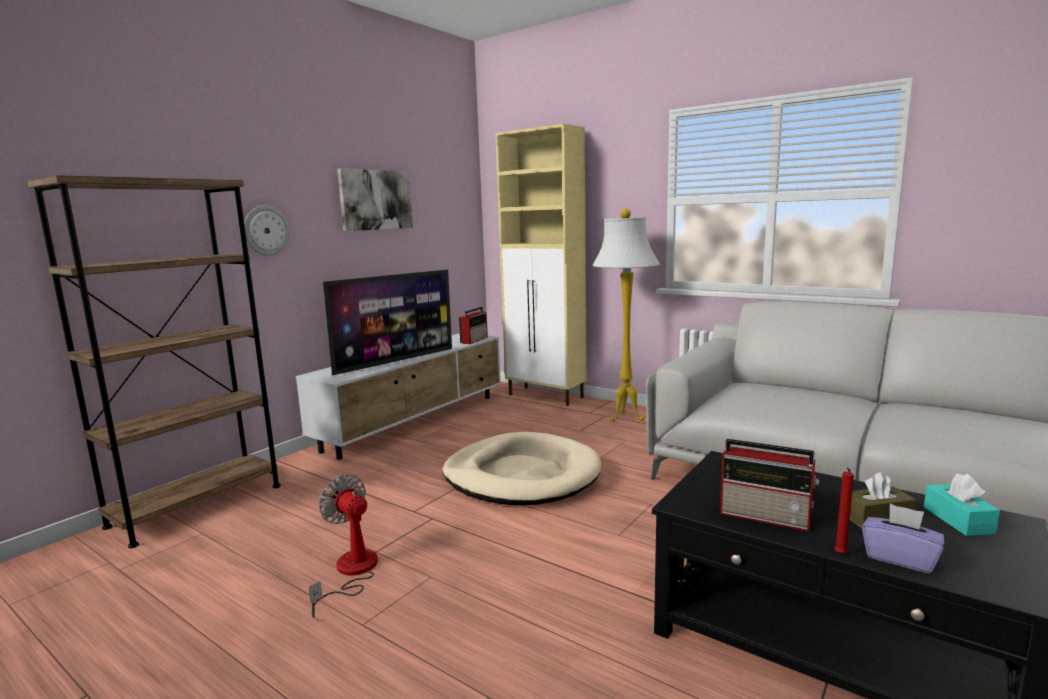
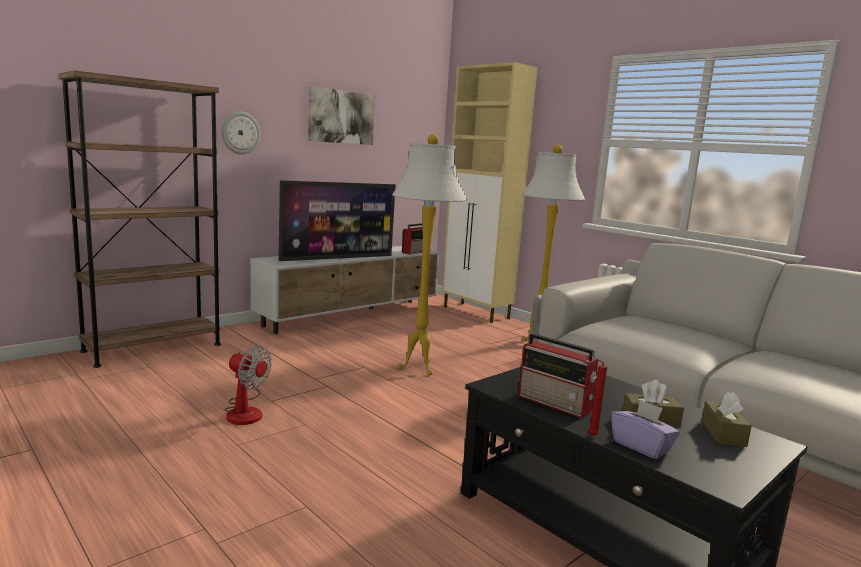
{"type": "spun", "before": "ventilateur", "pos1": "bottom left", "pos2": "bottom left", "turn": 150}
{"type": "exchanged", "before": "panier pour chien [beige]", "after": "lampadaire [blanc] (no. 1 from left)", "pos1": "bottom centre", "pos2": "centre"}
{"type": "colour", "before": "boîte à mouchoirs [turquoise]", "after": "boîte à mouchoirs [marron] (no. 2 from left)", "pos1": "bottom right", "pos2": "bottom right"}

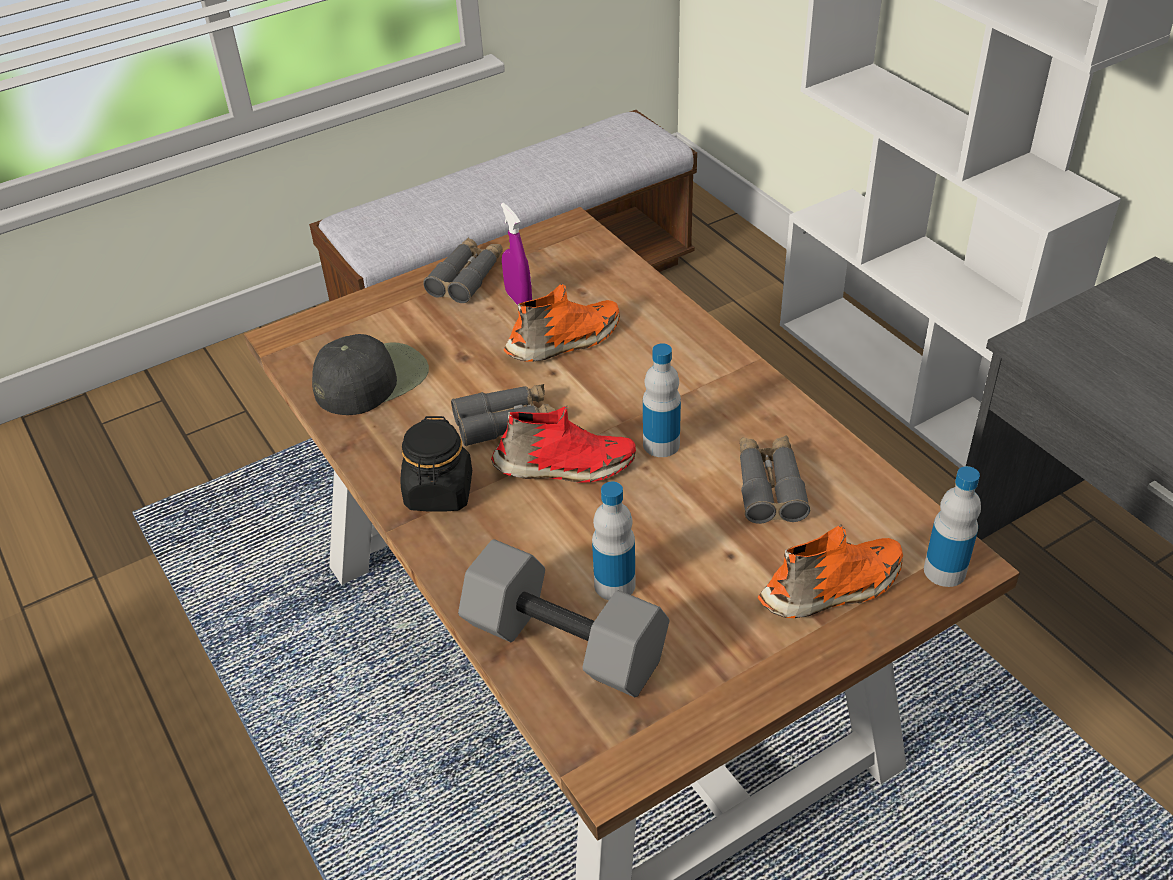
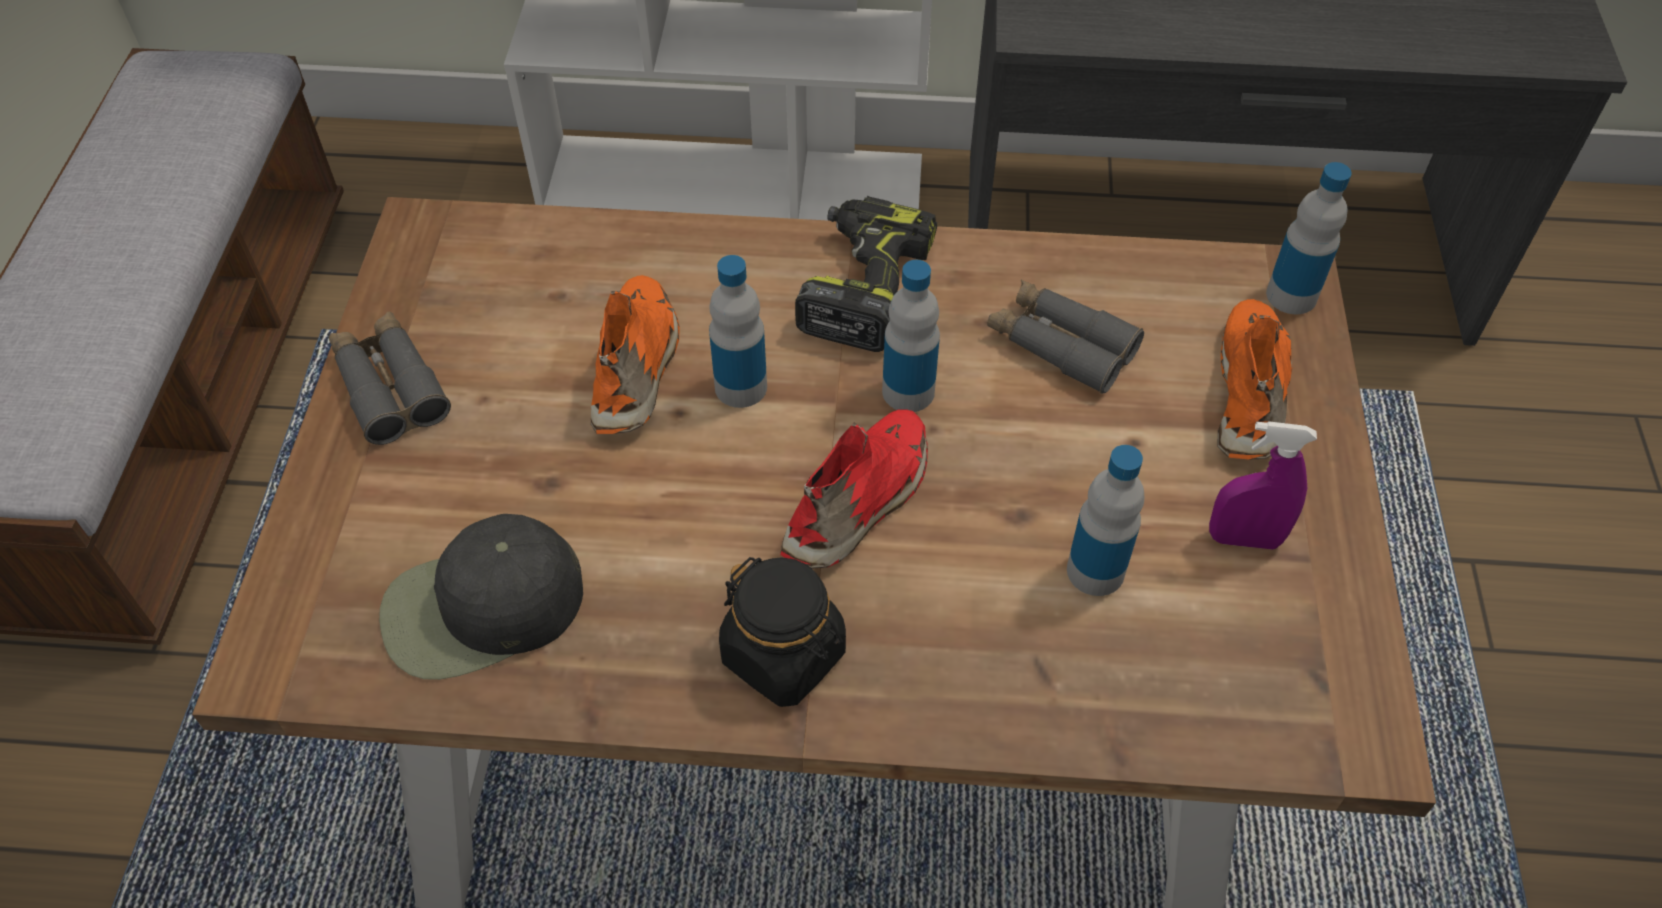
{"type": "spun", "before": "casquette [noir]", "pos1": "middle left", "pos2": "middle left", "turn": -105}
{"type": "missing", "before": "jumelles [gris] (no. 2 from left)", "pos1": "centre"}
{"type": "missing", "before": "haltère [gris]", "pos1": "bottom centre"}
{"type": "relocated", "before": "vaporisateur [violet]", "pos1": "top centre", "pos2": "middle right"}
{"type": "appeared", "after": "bouteille (no. 1 from left)", "pos2": "centre"}
{"type": "appeared", "after": "perceuse", "pos2": "top centre"}

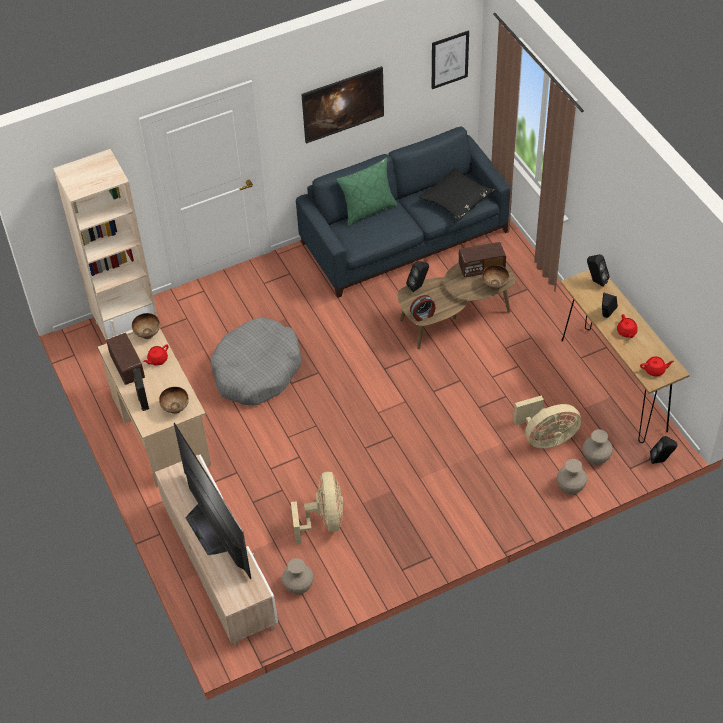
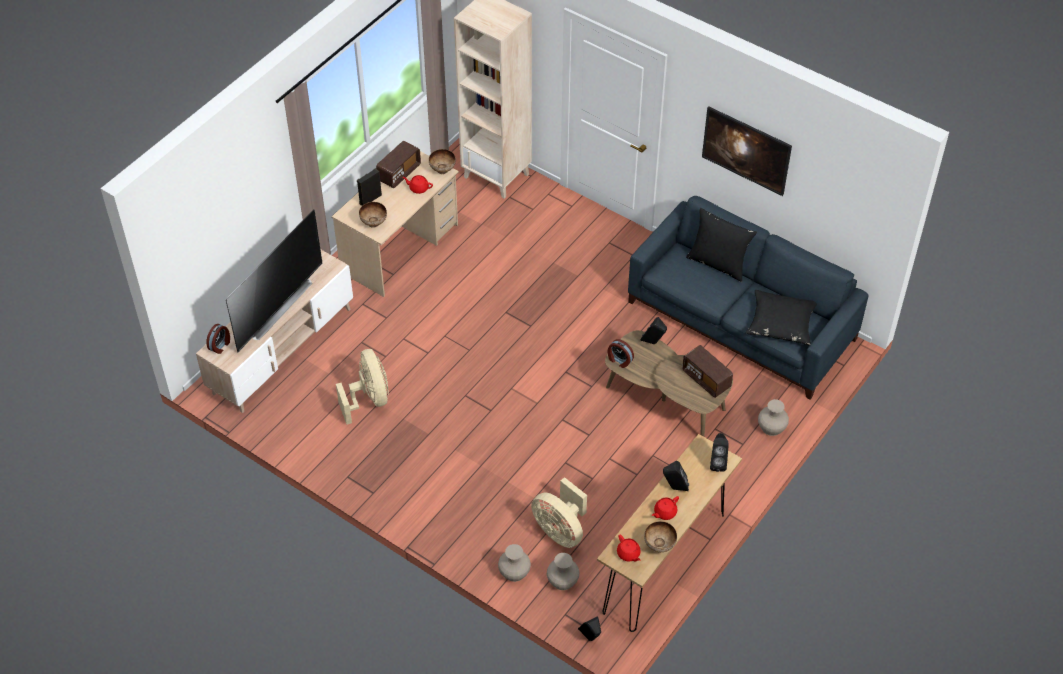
{"type": "missing", "before": "panier pour chien [gris]", "pos1": "centre"}
{"type": "relocated", "before": "vase [beige] (no. 1 from left in the first image)", "after": "vase [beige] (no. 3 from left)", "pos1": "bottom centre", "pos2": "middle right"}
{"type": "spun", "before": "ventilateur [beige] (no. 1 from left)", "pos1": "bottom centre", "pos2": "centre", "turn": -75}
{"type": "colour", "before": "coussin [vert]", "after": "coussin [noir] (no. 1 from left)", "pos1": "top centre", "pos2": "middle right"}
{"type": "missing", "before": "tableau (no. 2 from left)", "pos1": "top centre"}
{"type": "relocated", "before": "bol (no. 3 from left)", "pos1": "middle right", "pos2": "bottom centre"}
{"type": "appeared", "after": "réveil (no. 1 from left)", "pos2": "middle left"}

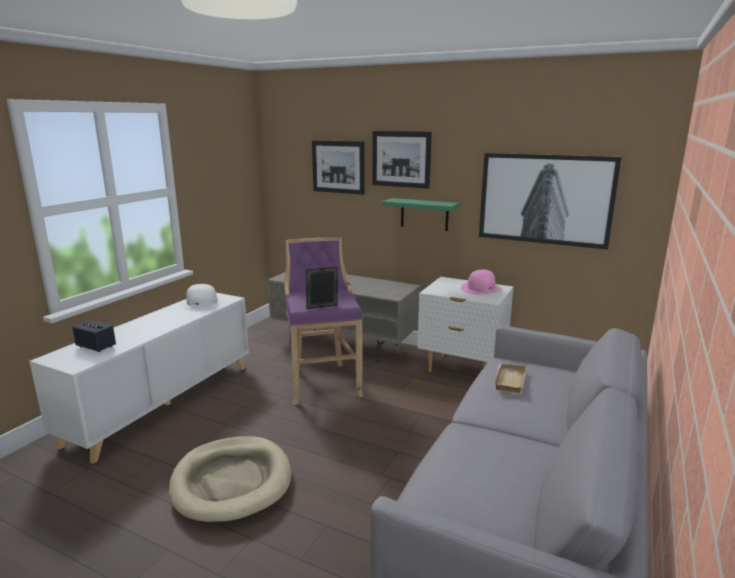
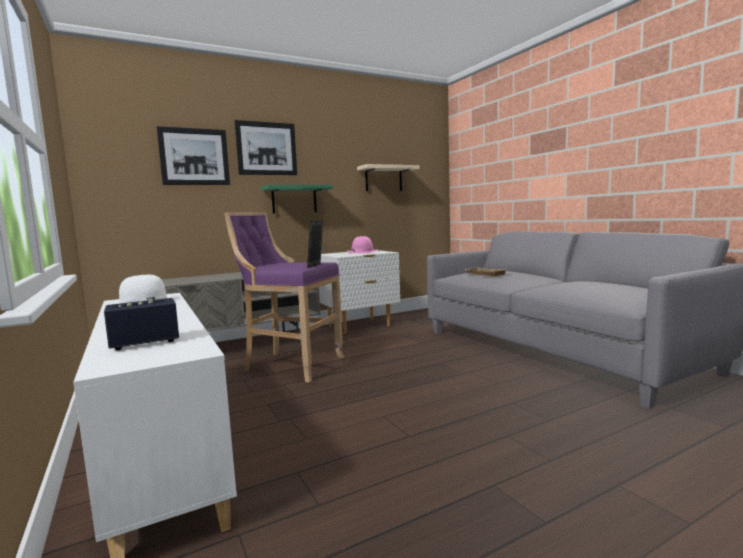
{"type": "missing", "before": "panier pour chien [beige]", "pos1": "bottom left"}
{"type": "exchanged", "before": "tableau (no. 3 from left)", "after": "étagère [beige]", "pos1": "middle right", "pos2": "top centre"}

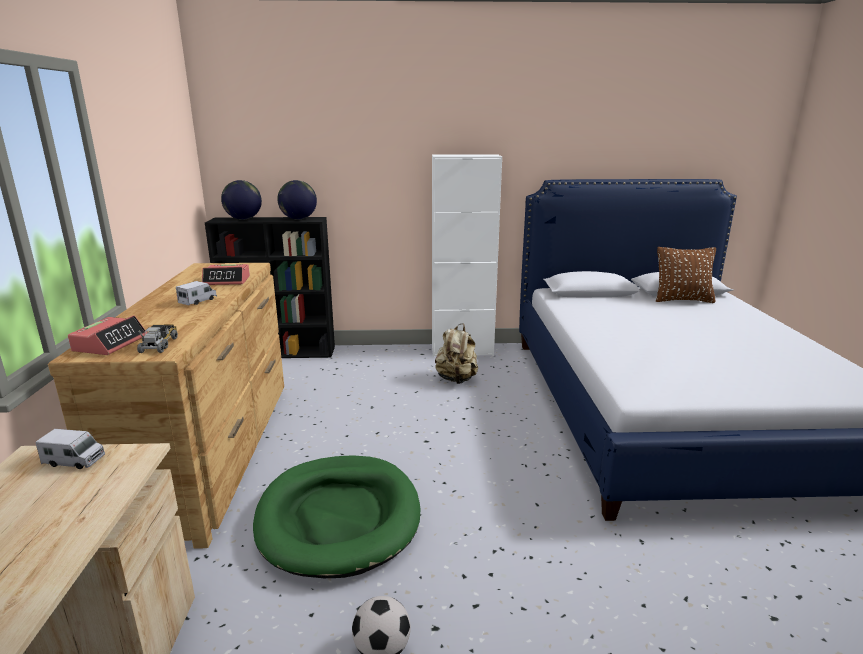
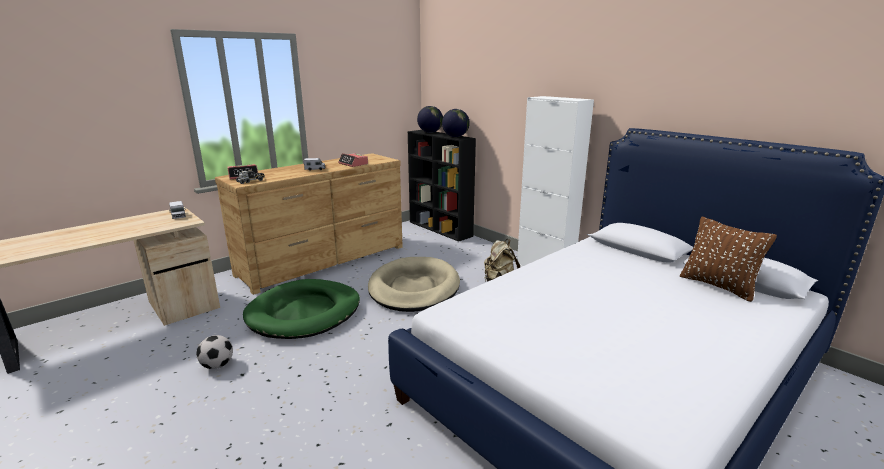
{"type": "appeared", "after": "panier pour chien [beige]", "pos2": "centre"}

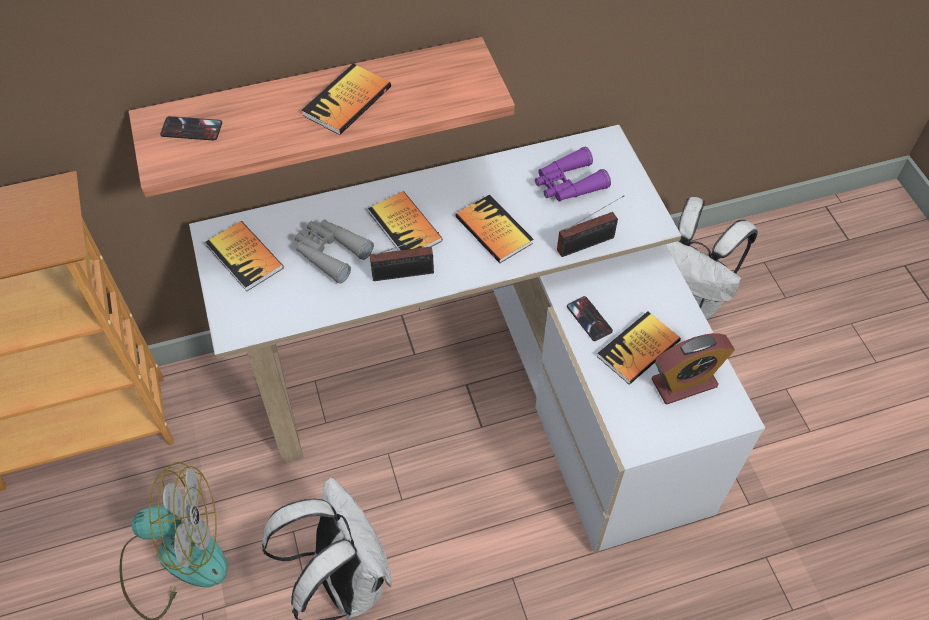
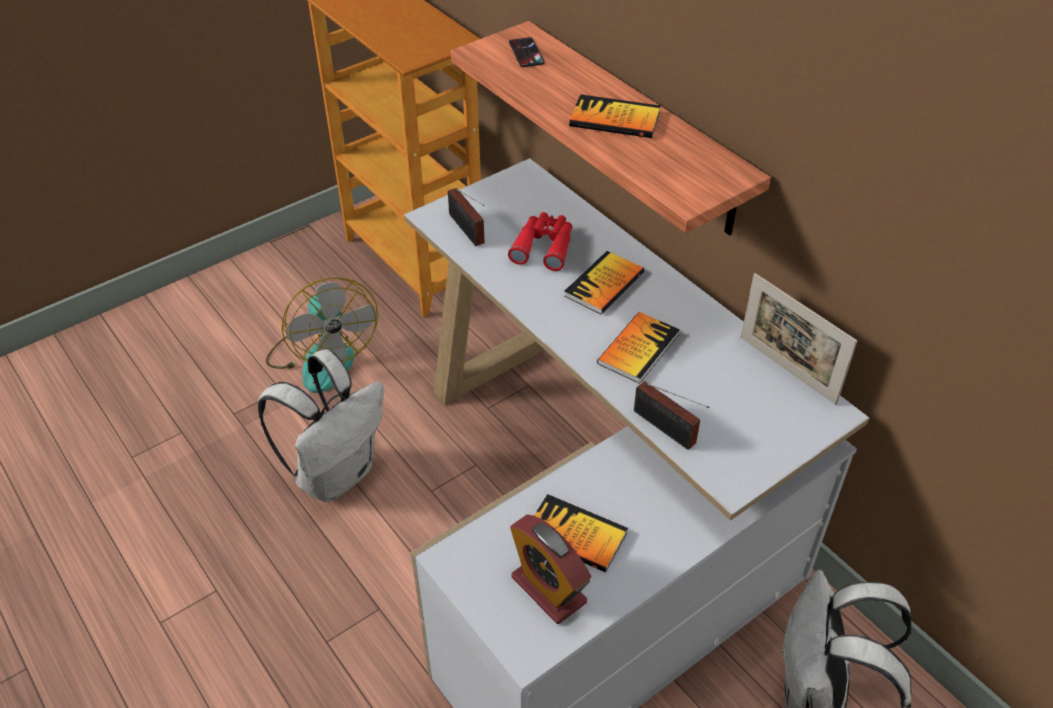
{"type": "missing", "before": "livre (no. 1 from left)", "pos1": "middle left"}
{"type": "colour", "before": "jumelles [gris]", "after": "jumelles [rouge]", "pos1": "centre", "pos2": "centre"}
{"type": "relocated", "before": "radio (no. 1 from left)", "pos1": "centre", "pos2": "top centre"}
{"type": "missing", "before": "jumelles [violet]", "pos1": "top centre"}
{"type": "missing", "before": "téléphone (no. 2 from left)", "pos1": "centre"}
{"type": "appeared", "after": "cadre photo", "pos2": "middle right"}

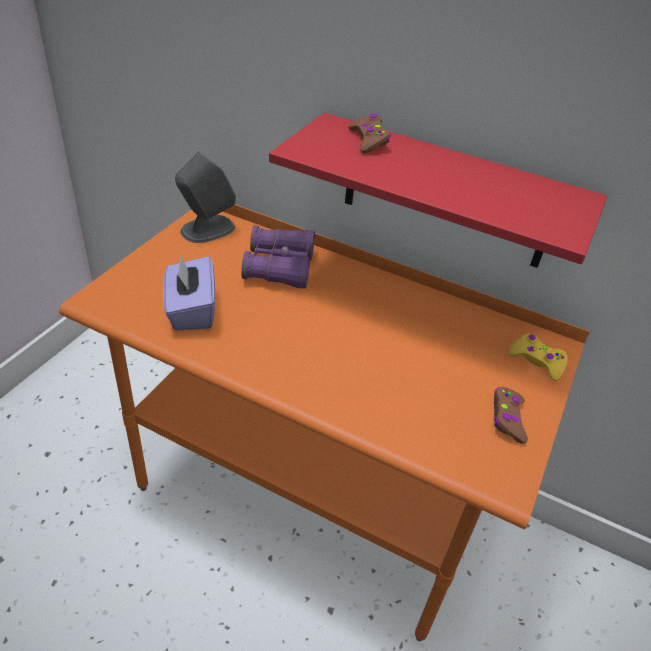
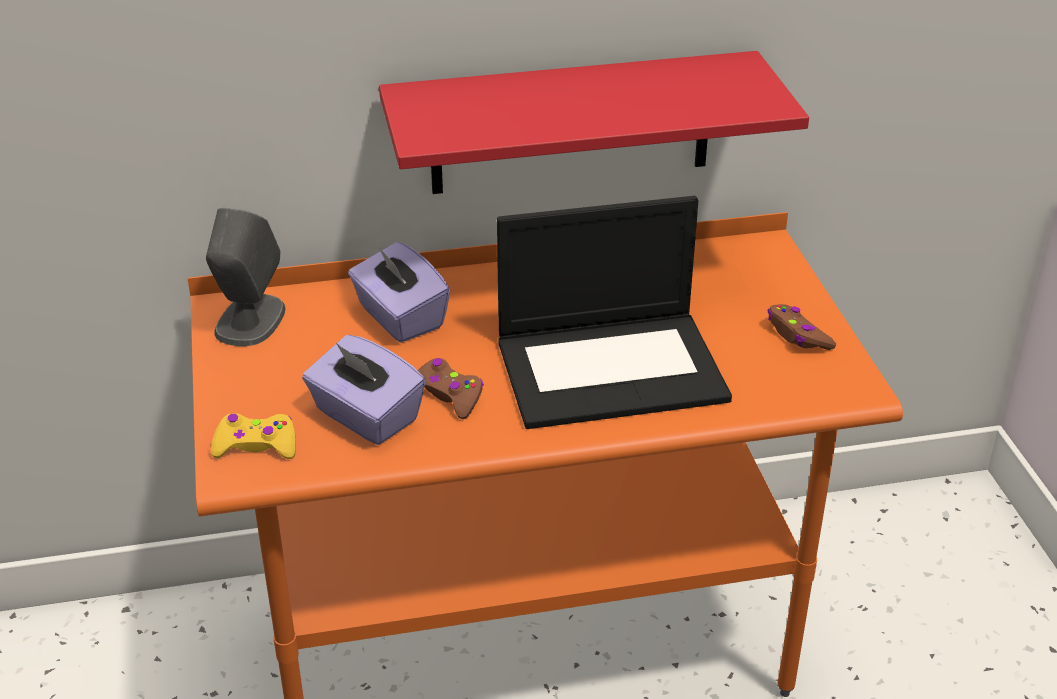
{"type": "exchanged", "before": "jumelles [violet]", "after": "boîte à mouchoirs [violet] (no. 2 from left)", "pos1": "centre", "pos2": "centre"}
{"type": "relocated", "before": "manette [marron] (no. 1 from left)", "pos1": "top centre", "pos2": "centre"}
{"type": "relocated", "before": "manette [jaune]", "pos1": "middle right", "pos2": "middle left"}
{"type": "appeared", "after": "ordinateur portable", "pos2": "centre"}

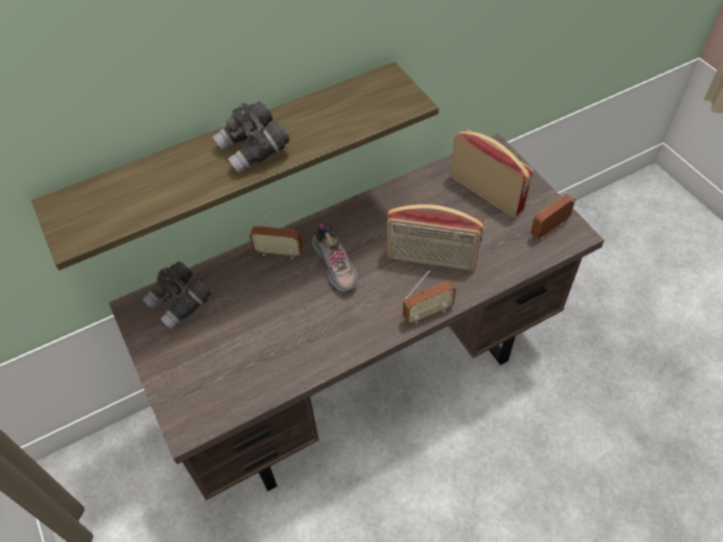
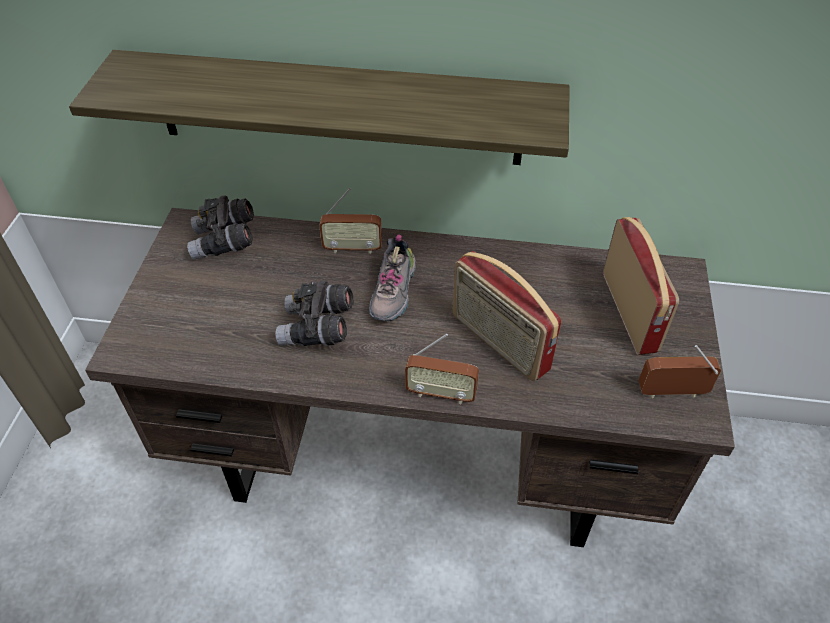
{"type": "relocated", "before": "jumelles [gris] (no. 2 from left)", "pos1": "top centre", "pos2": "centre"}
{"type": "spun", "before": "radio (no. 1 from left)", "pos1": "centre", "pos2": "centre", "turn": -45}

